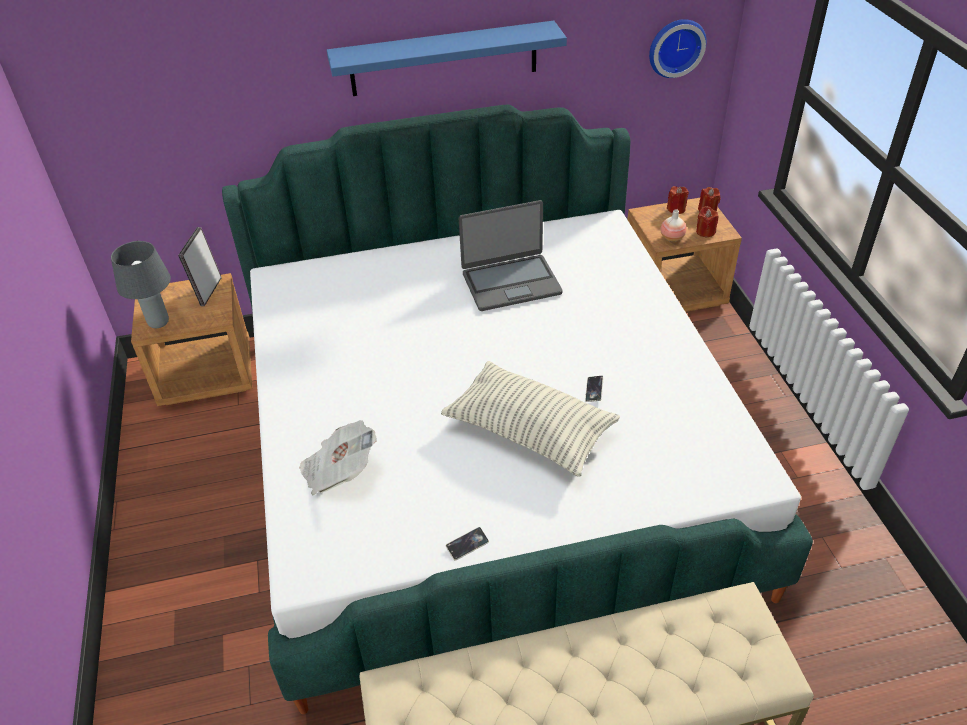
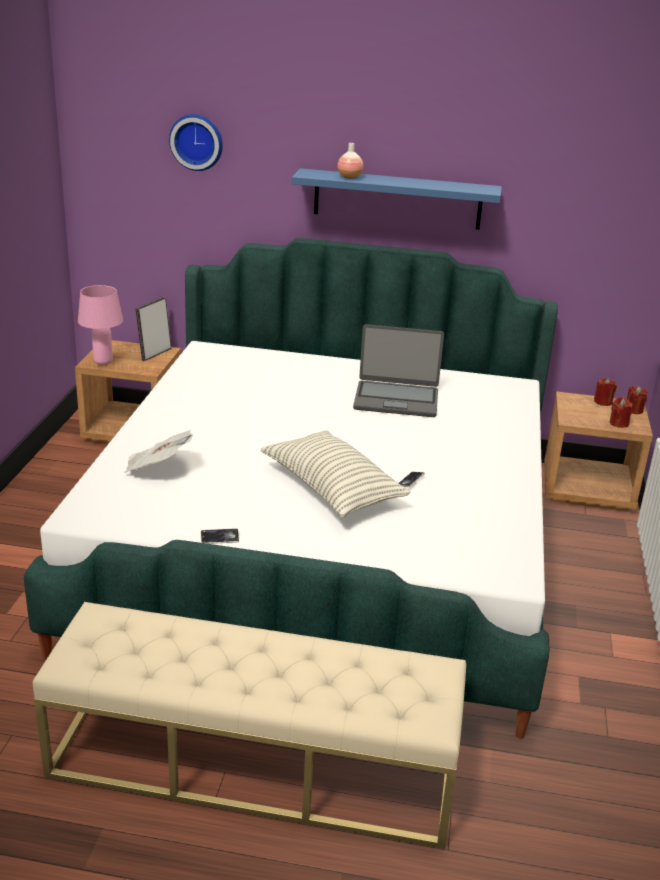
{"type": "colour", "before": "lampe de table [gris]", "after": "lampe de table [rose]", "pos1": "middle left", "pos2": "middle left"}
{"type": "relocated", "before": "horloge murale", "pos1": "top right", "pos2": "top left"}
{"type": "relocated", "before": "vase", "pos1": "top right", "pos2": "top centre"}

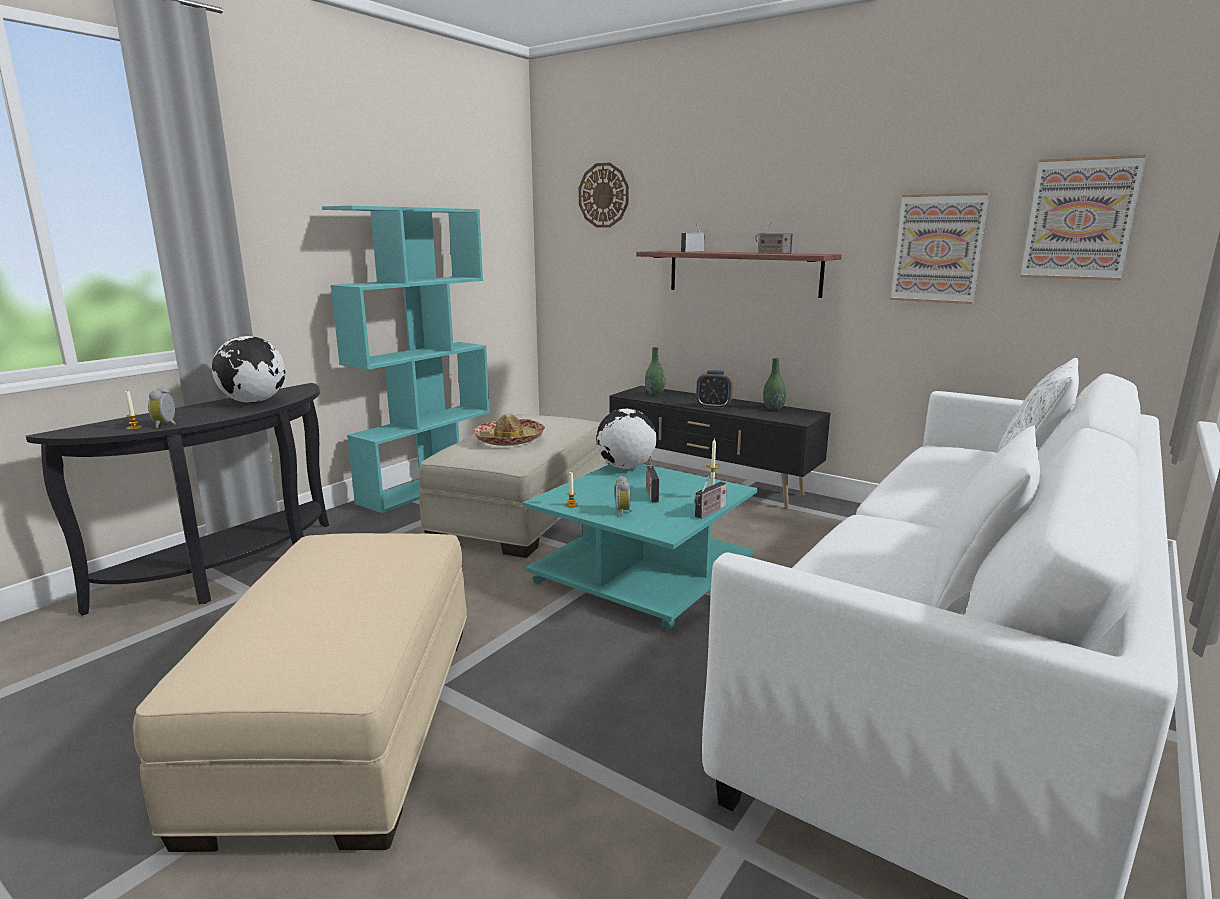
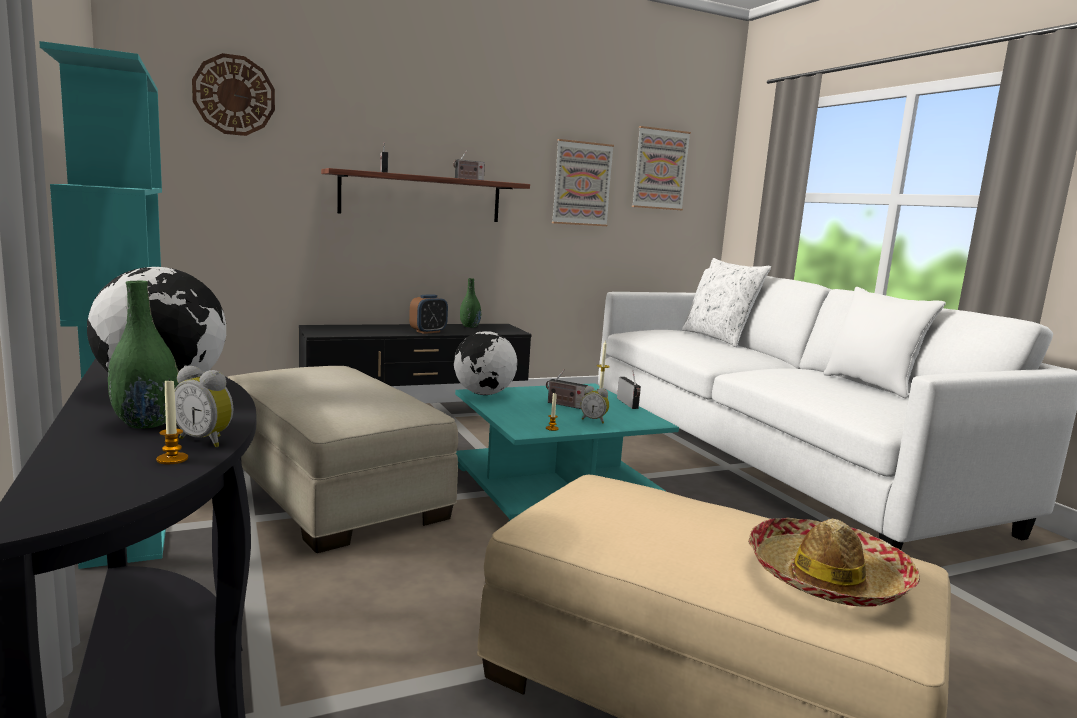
{"type": "relocated", "before": "chapeau", "pos1": "centre", "pos2": "bottom right"}
{"type": "relocated", "before": "vase [vert] (no. 1 from left)", "pos1": "centre", "pos2": "middle left"}

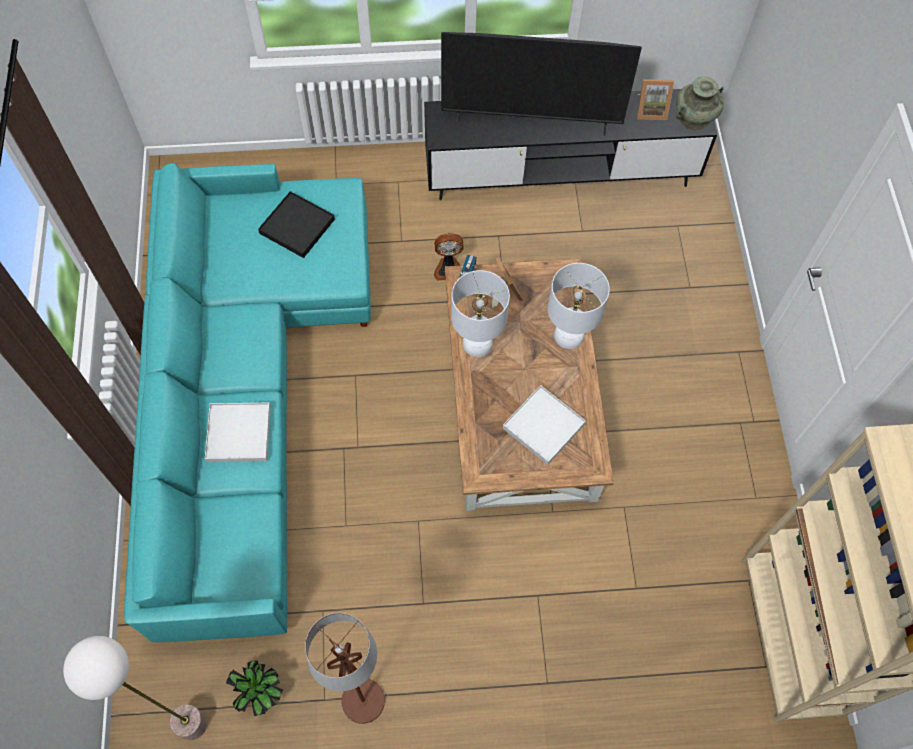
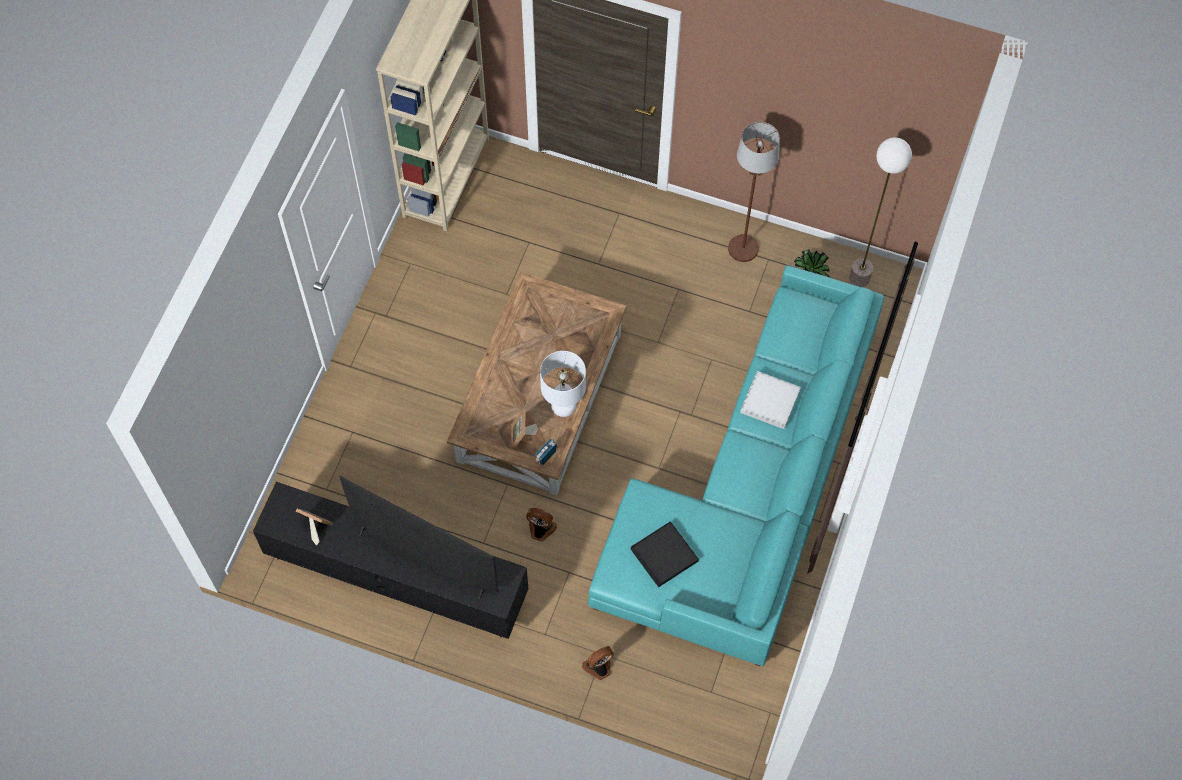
{"type": "missing", "before": "plateau [blanc] (no. 2 from left)", "pos1": "centre"}
{"type": "missing", "before": "lampe de table [blanc] (no. 2 from left)", "pos1": "centre"}
{"type": "missing", "before": "vase [turquoise]", "pos1": "top right"}
{"type": "appeared", "after": "ventilateur (no. 2 from left)", "pos2": "bottom centre"}

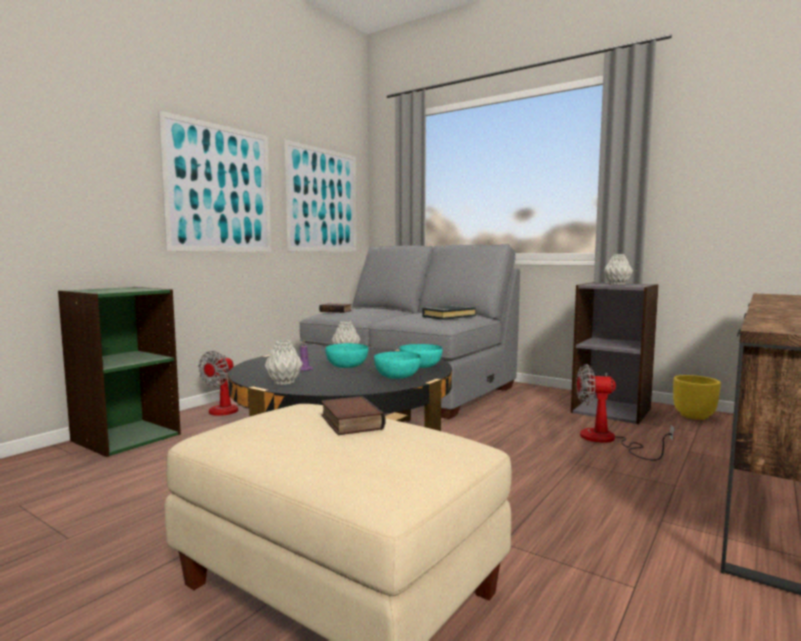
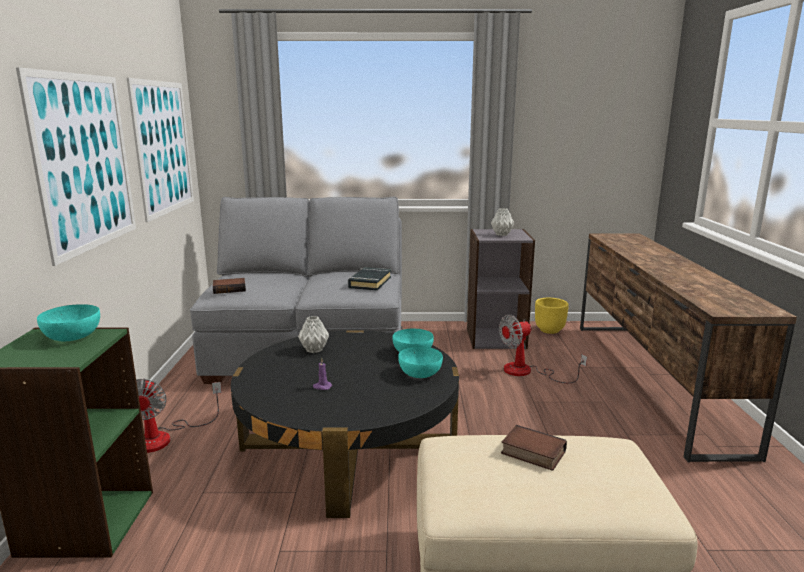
{"type": "missing", "before": "vase [gris] (no. 1 from left)", "pos1": "centre"}
{"type": "relocated", "before": "bol [turquoise] (no. 1 from left)", "pos1": "centre", "pos2": "middle left"}

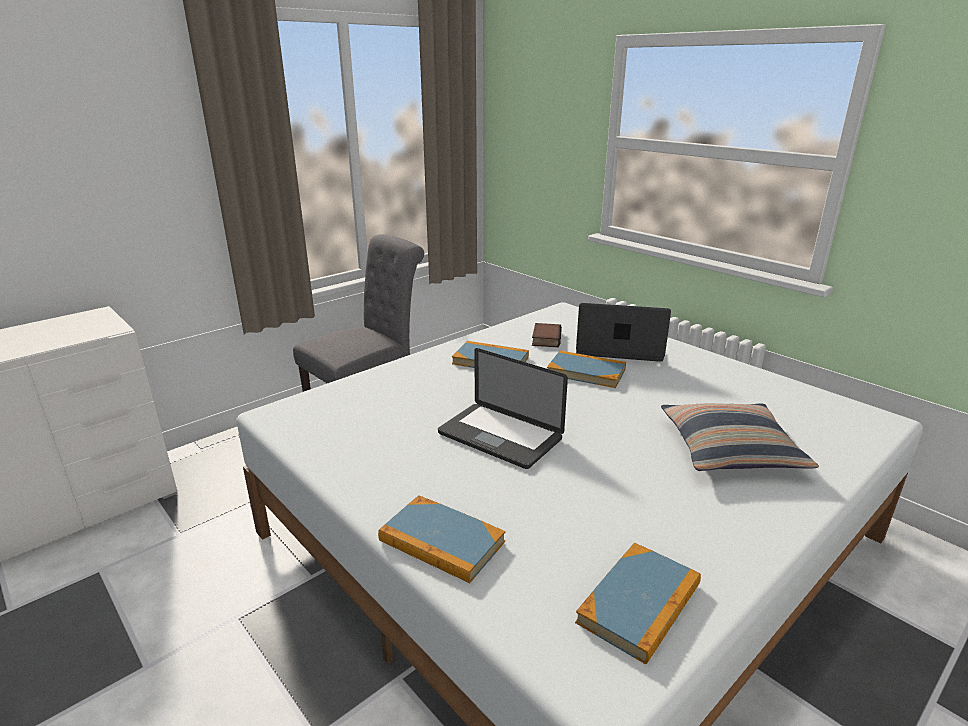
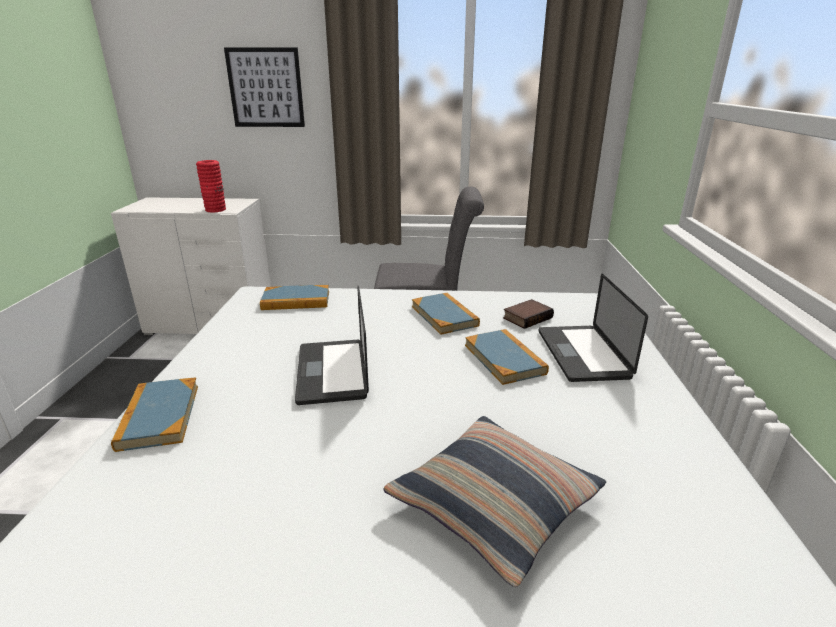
{"type": "relocated", "before": "livre (no. 5 from left in the first image)", "after": "livre (no. 2 from left)", "pos1": "bottom centre", "pos2": "centre"}
{"type": "spun", "before": "ordinateur portable (no. 2 from left)", "pos1": "centre", "pos2": "middle right", "turn": -150}
{"type": "appeared", "after": "vase [rouge]", "pos2": "top left"}
{"type": "appeared", "after": "tableau", "pos2": "top left"}

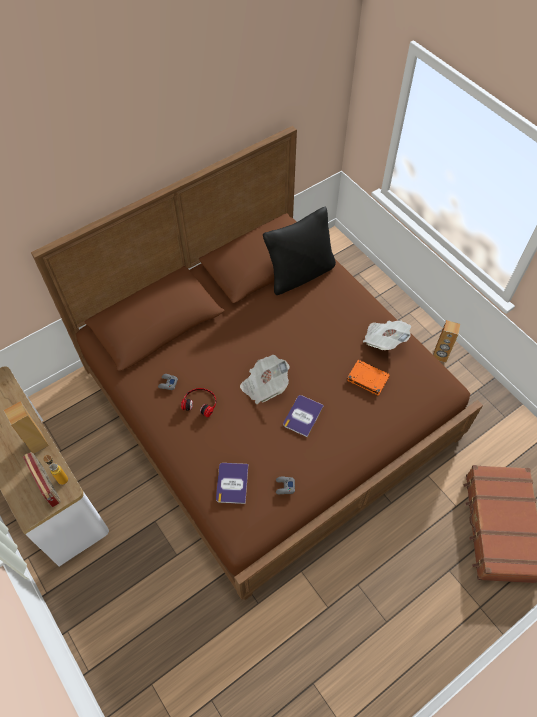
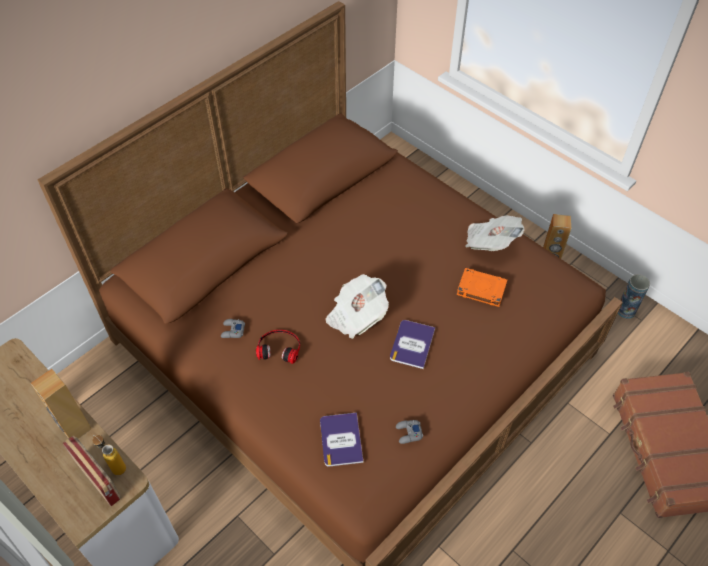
{"type": "missing", "before": "coussin [noir]", "pos1": "centre"}
{"type": "appeared", "after": "vase", "pos2": "middle right"}

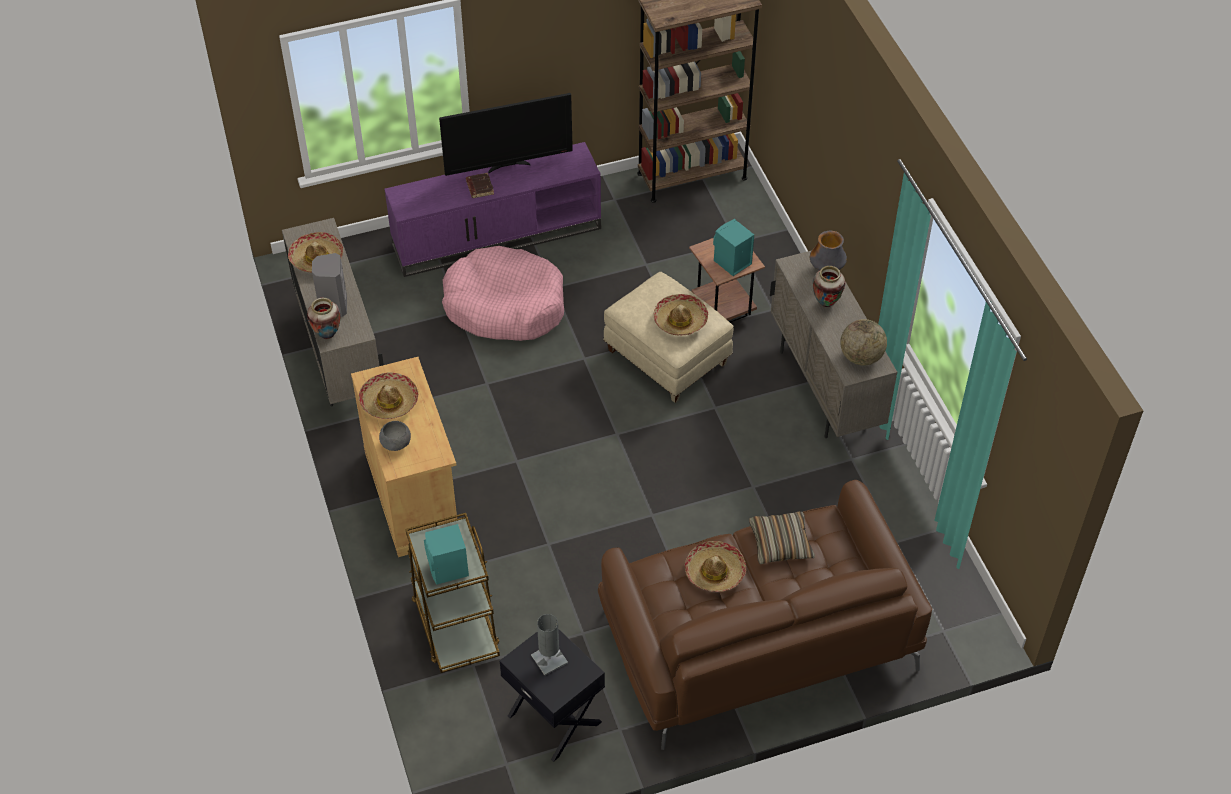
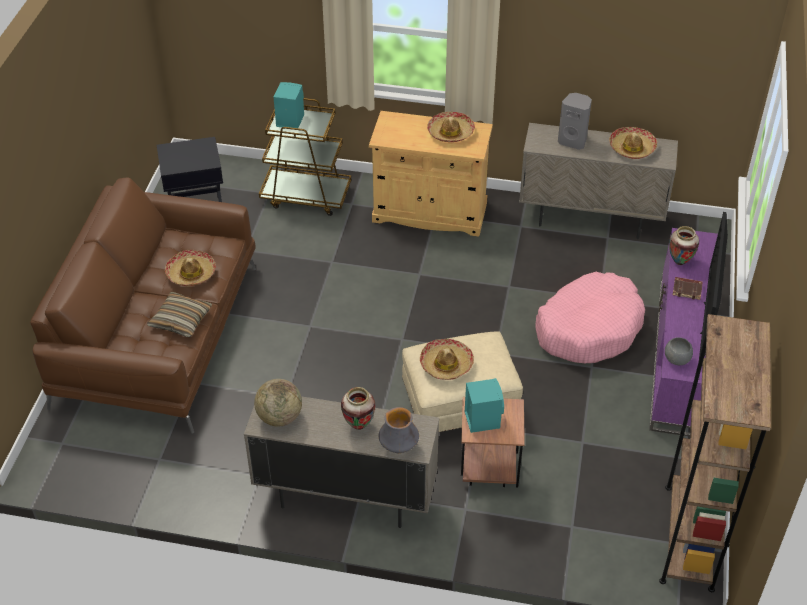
{"type": "relocated", "before": "vase (no. 1 from left in the first image)", "after": "vase (no. 3 from left)", "pos1": "middle left", "pos2": "middle right"}
{"type": "relocated", "before": "bol [gris]", "pos1": "middle left", "pos2": "middle right"}
{"type": "missing", "before": "lampe de table [gris]", "pos1": "bottom centre"}

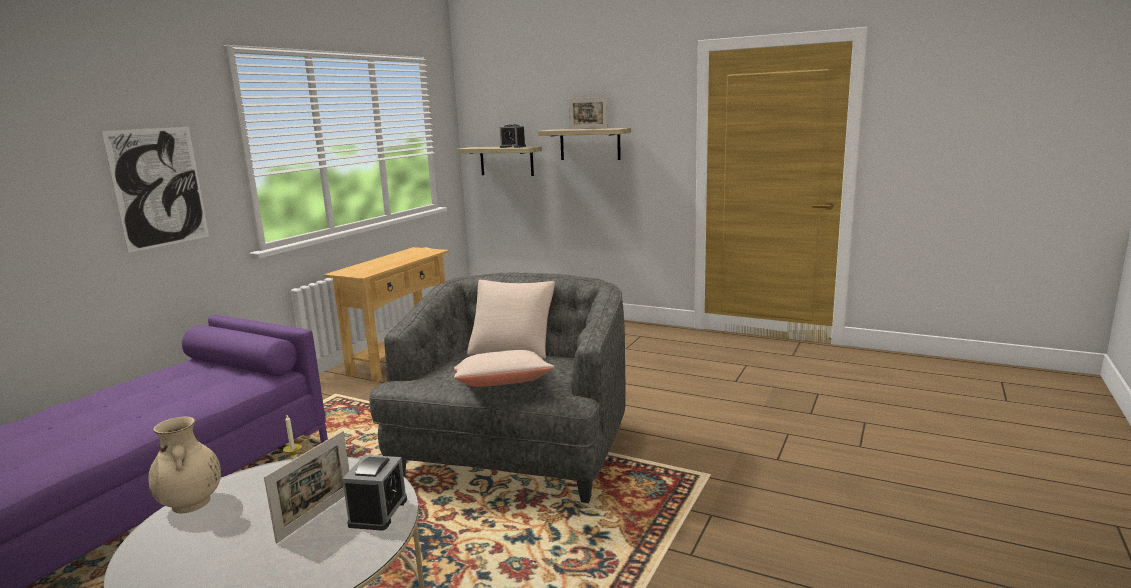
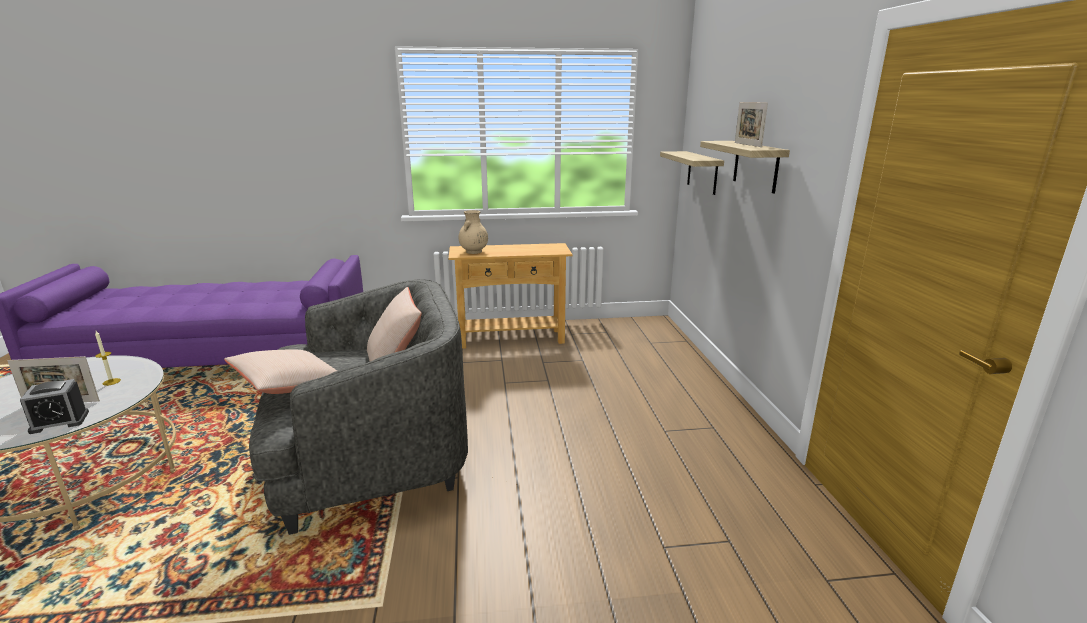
{"type": "missing", "before": "tableau", "pos1": "top left"}
{"type": "relocated", "before": "vase [beige]", "pos1": "bottom left", "pos2": "centre"}
{"type": "missing", "before": "réveil (no. 2 from left)", "pos1": "top centre"}

